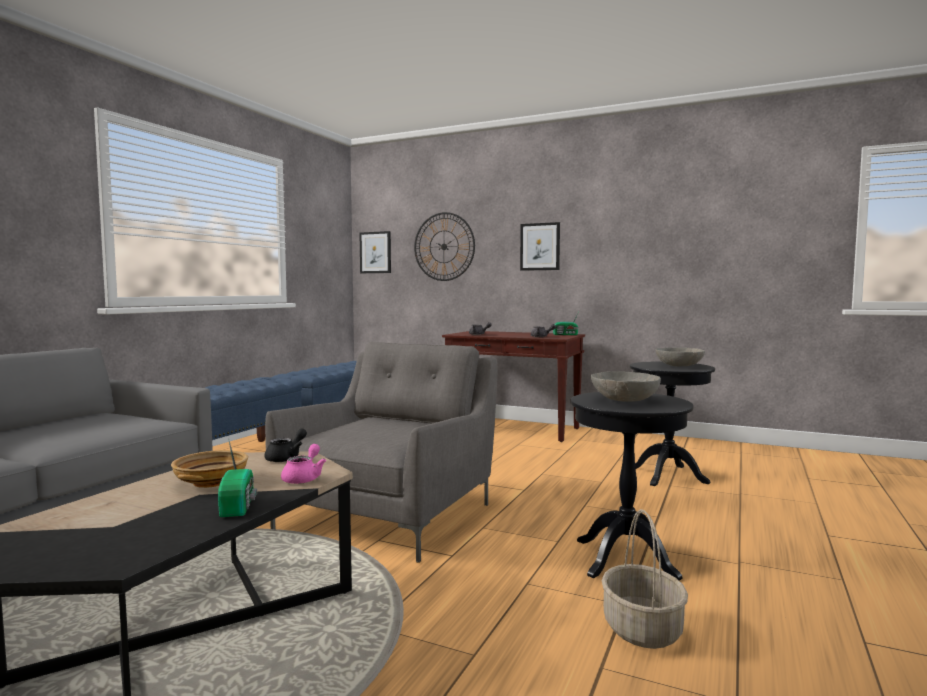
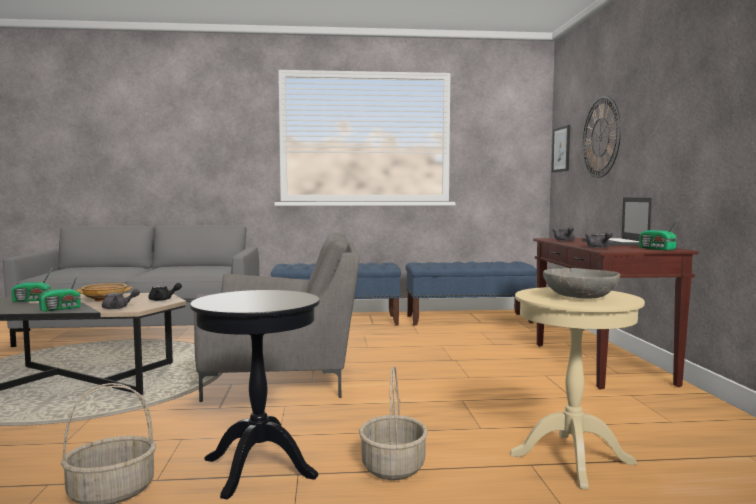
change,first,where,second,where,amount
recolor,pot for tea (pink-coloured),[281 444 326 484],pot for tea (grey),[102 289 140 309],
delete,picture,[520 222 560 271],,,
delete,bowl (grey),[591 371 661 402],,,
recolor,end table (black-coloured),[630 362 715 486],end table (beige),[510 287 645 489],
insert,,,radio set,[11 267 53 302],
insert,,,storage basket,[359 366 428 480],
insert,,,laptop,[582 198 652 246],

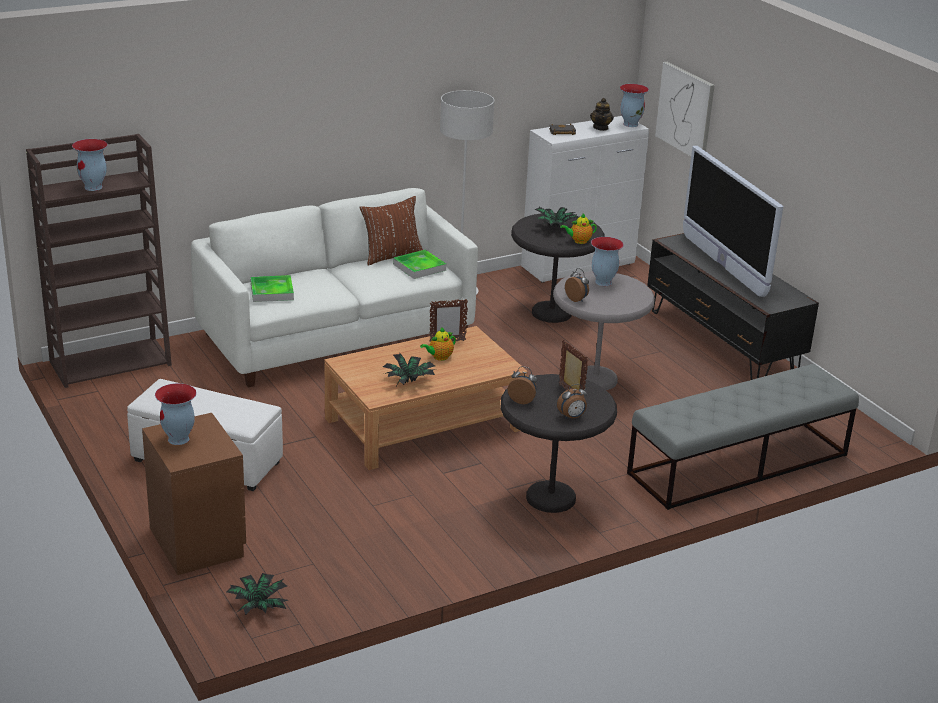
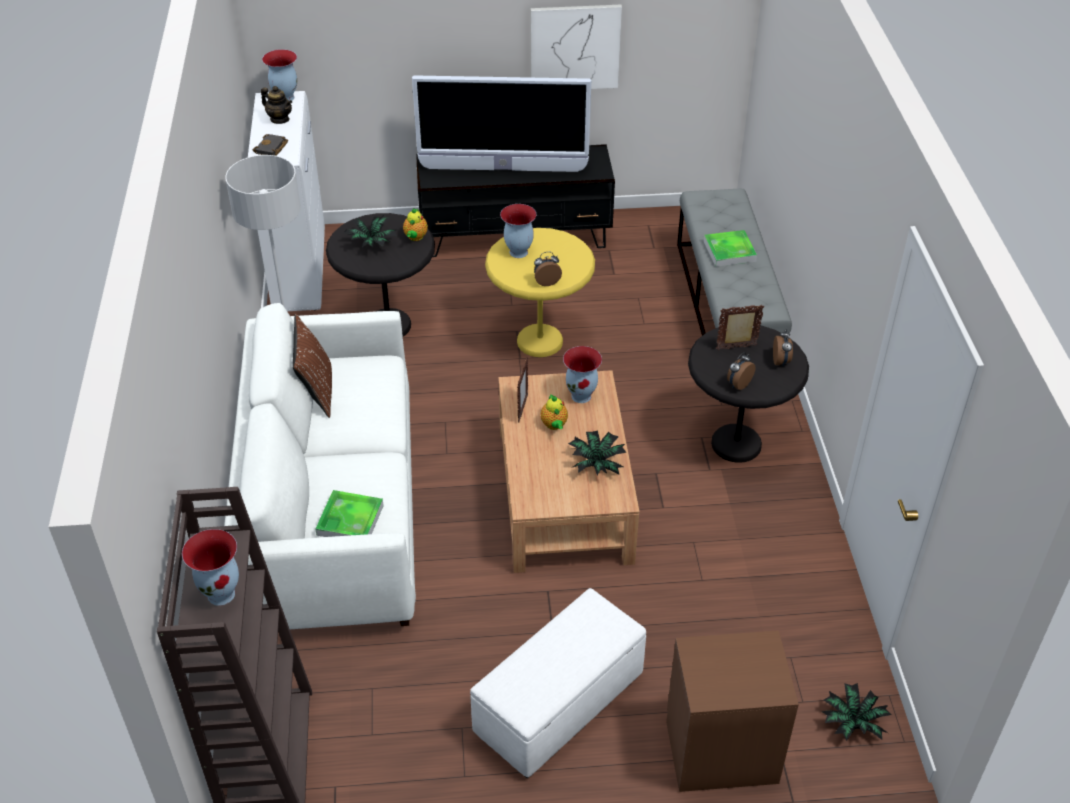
change,first,where,second,where,amount
move,decorative vase,[155 383 197 445],,[563 346 602 403],
move,tray,[393 250 446 279],,[704 230 757 267],
recolor,end table (grey),[553 271 655 390],end table (yellow),[485 228 595 357],
move,picture,[655 62 715 156],,[531 4 622 89],

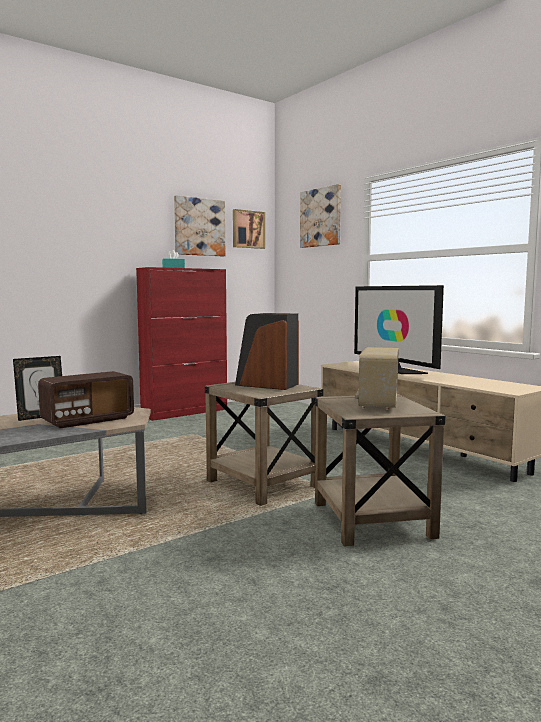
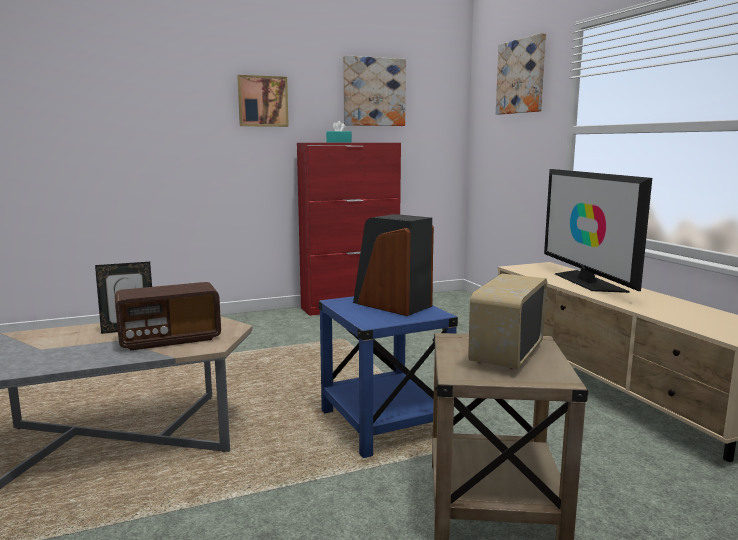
change,first,where,second,where,amount
recolor,end table (beige),[205 382 323 506],end table (bluish),[319 296 458 458],
move,picture,[233 209 265 249],,[237 75 289 127],

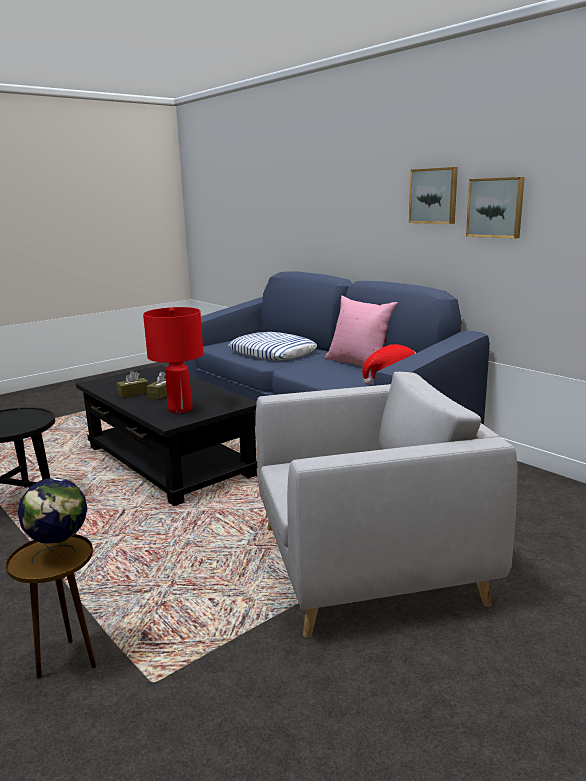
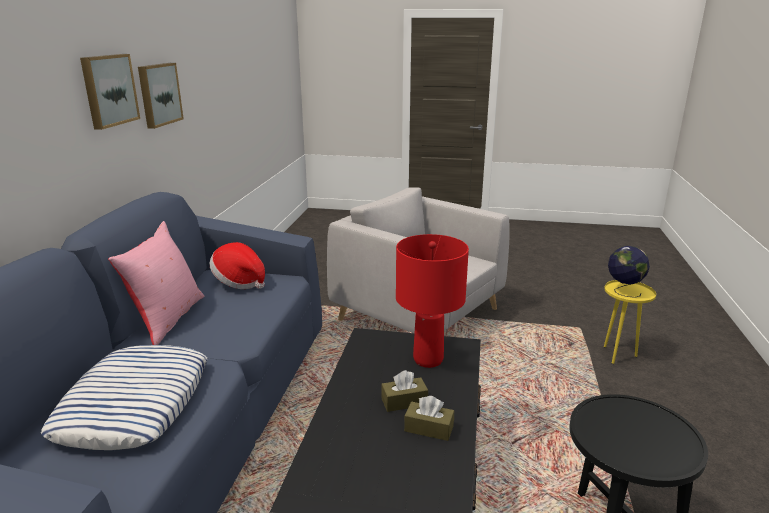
change,first,where,second,where,amount
recolor,end table (brown),[6 534 96 679],end table (yellow),[604 280 656 364],

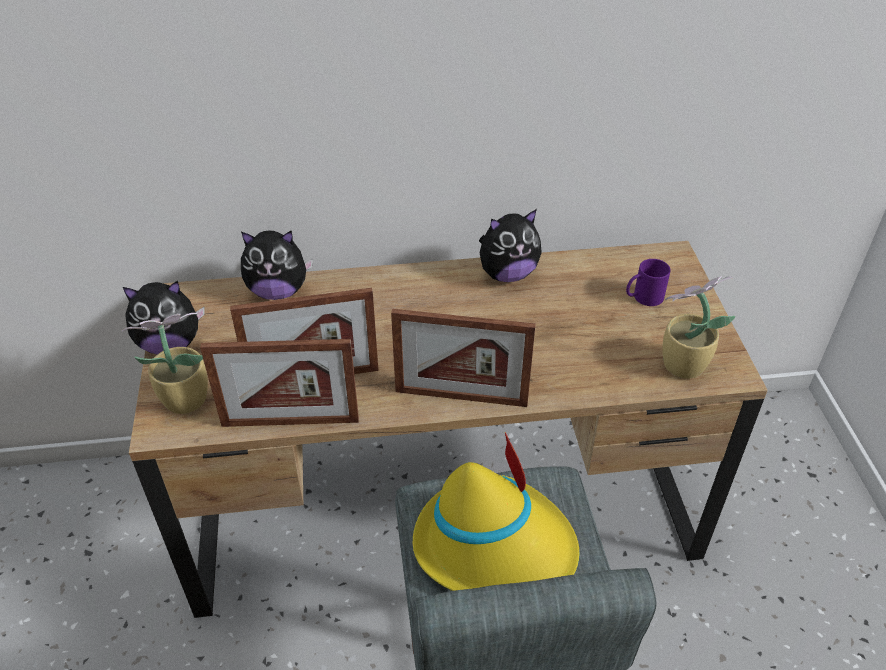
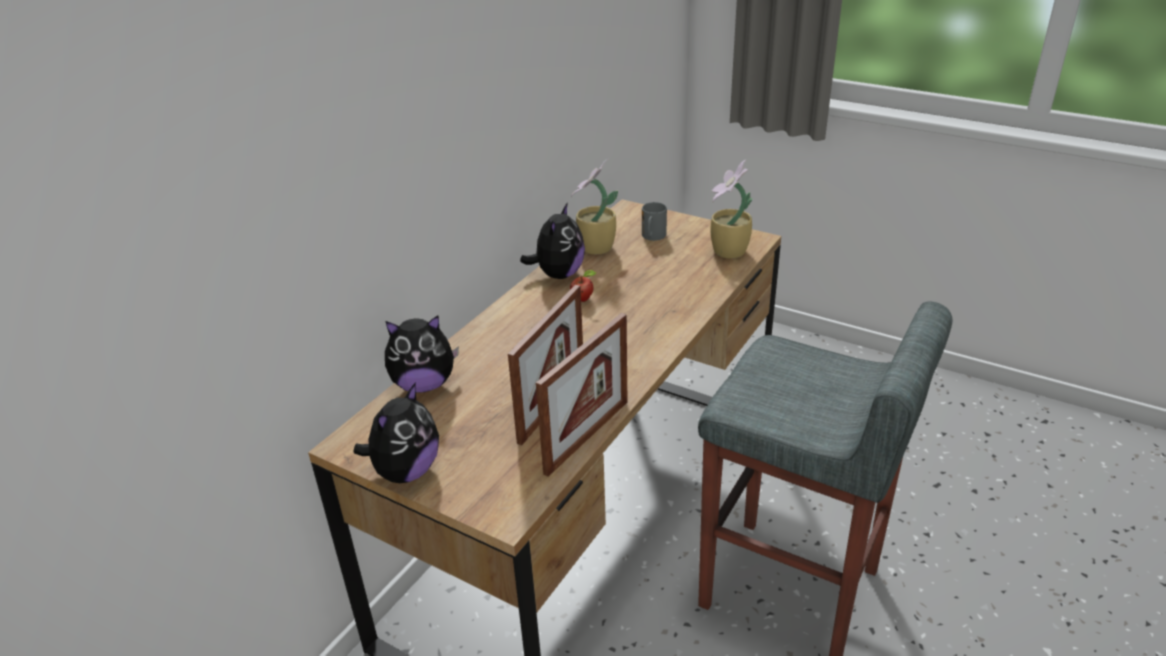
change,first,where,second,where,amount
move,potted plant,[122 313 208 414],,[571 158 618 255],
rotate,plush toy,[241 230 313 300],,[385 315 459 392],45 degrees clockwise
delete,picture frame,[391 309 536 407],,,
delete,clothing hat (yellow),[413 432 579 591],,,
recolor,tea mug (purplish),[626 259 671 306],tea mug (grey),[642 202 667 241],
insert,,,apple,[570 270 597 302],

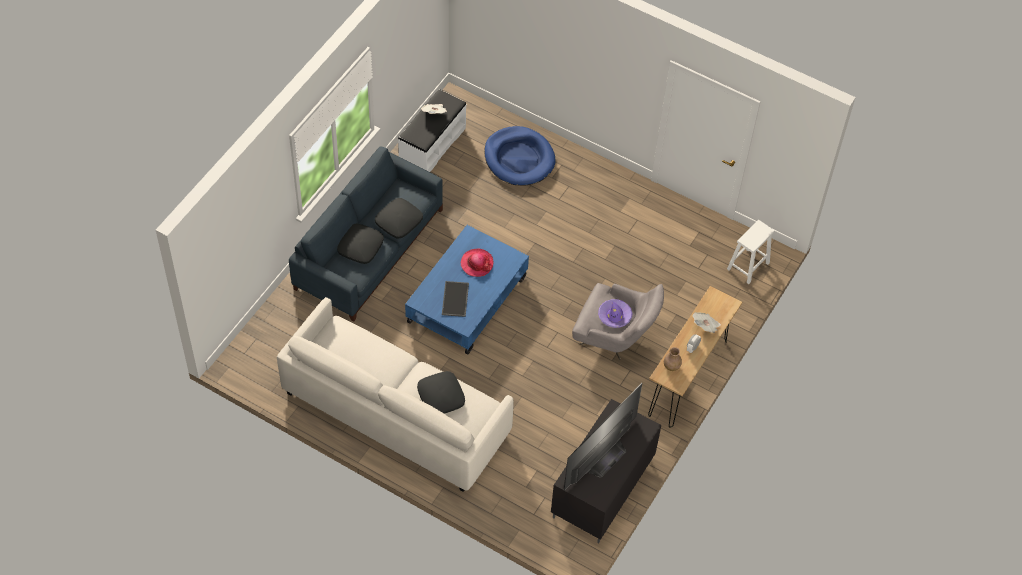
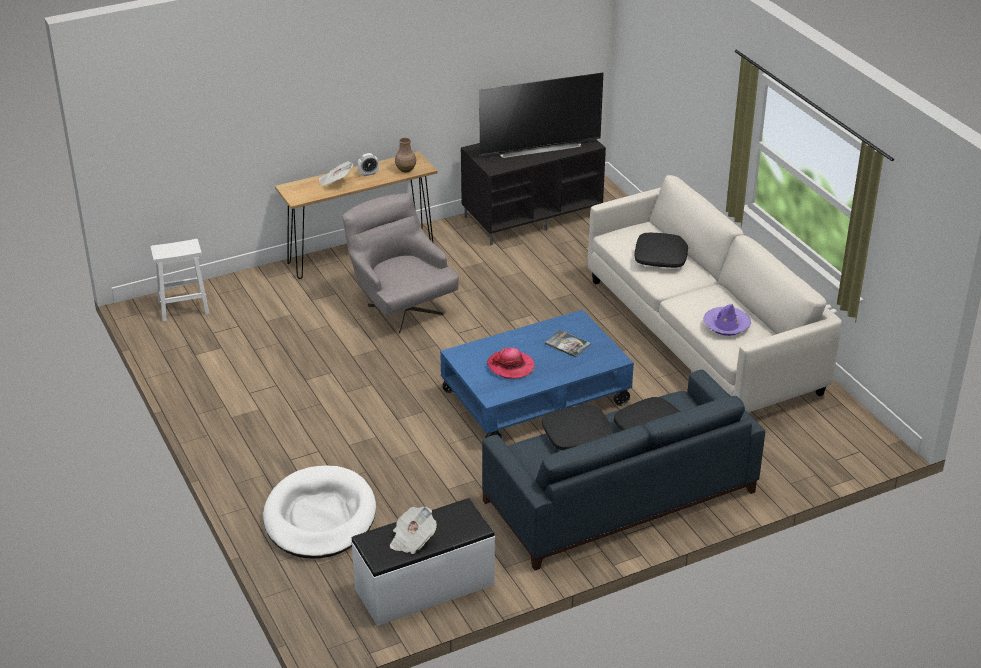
change,first,where,second,where,amount
replace,tray,[442 281 469 317],book,[545 330 591 357],
recolor,dog cushion (bluish),[484 126 556 186],dog cushion (whitish),[263 466 376 559],
move,clothing hat (purplish),[598 299 632 328],,[703 304 751 336],

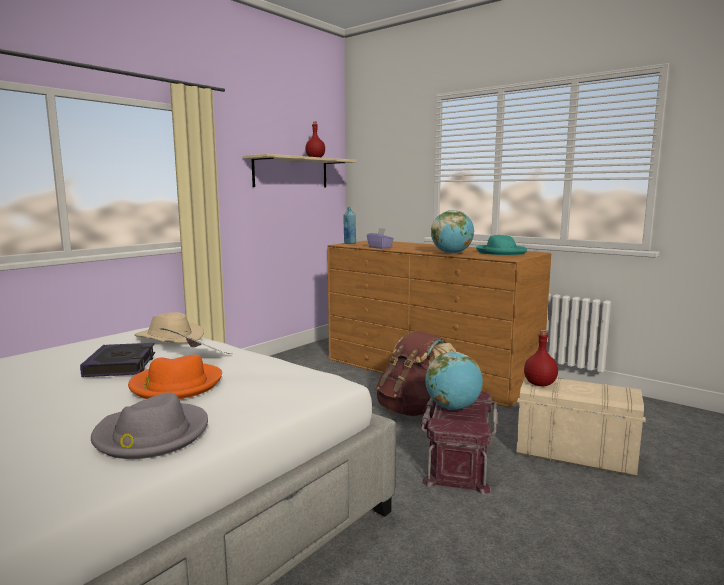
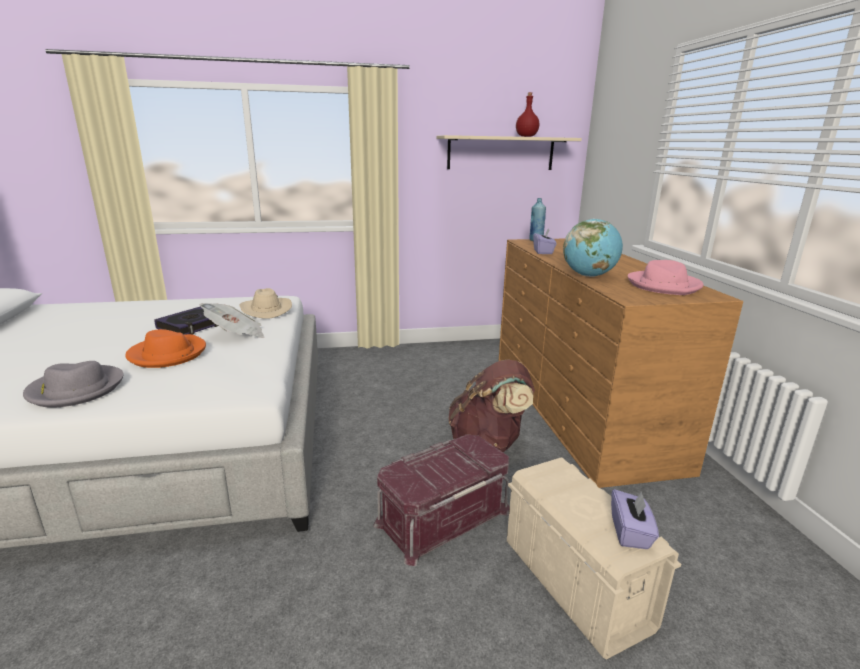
change,first,where,second,where,amount
delete,desk globe,[425 352 483 410],,,
recolor,clothing hat (turquoise),[476 235 527 255],clothing hat (pink-coloured),[627 260 703 295],
delete,drink bottle (red),[524 330 558 386],,,
insert,,,box of tissues (purplish),[611 489 659 549],

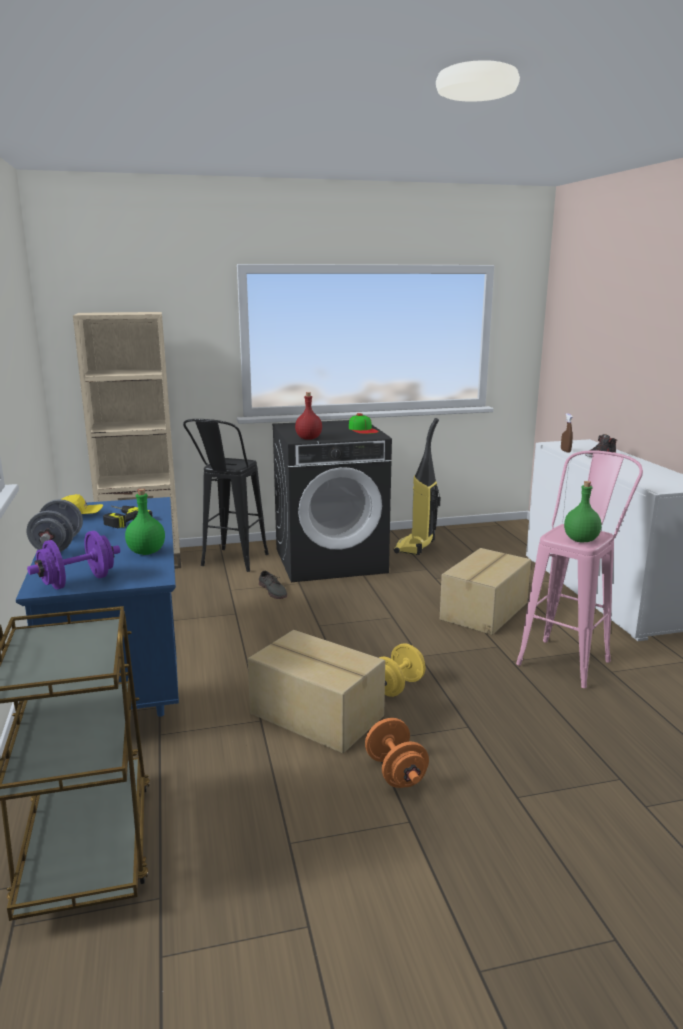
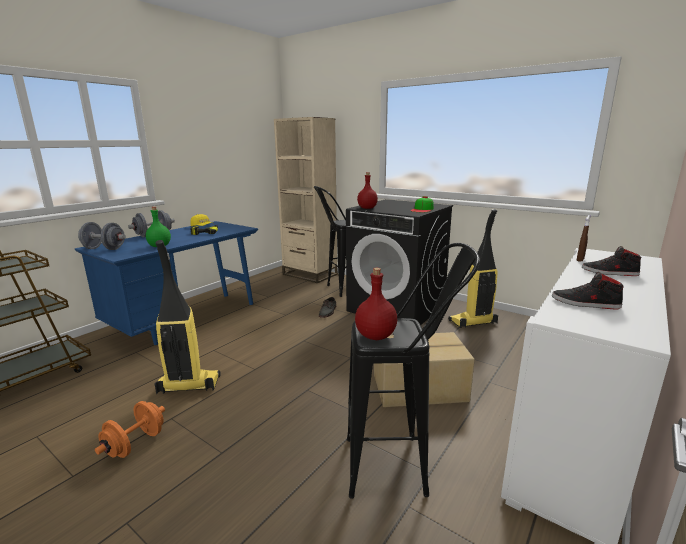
change,first,where,second,where,amount
recolor,dumbbell (purplish),[27 531 120 589],dumbbell (grey),[78 222 126 250],
replace,cardboard box,[248 630 385 753],vacuum cleaner,[155 240 221 394],
delete,dumbbell (yellow),[379 643 426 697],,,
recolor,stool seat (pink-coloured),[516 450 643 688],stool seat (black-coloured),[347 243 480 499],
recolor,drink bottle (green),[564 481 601 542],drink bottle (red),[355 268 397 340],
insert,,,low shoe (black-coloured),[552 272 624 310],

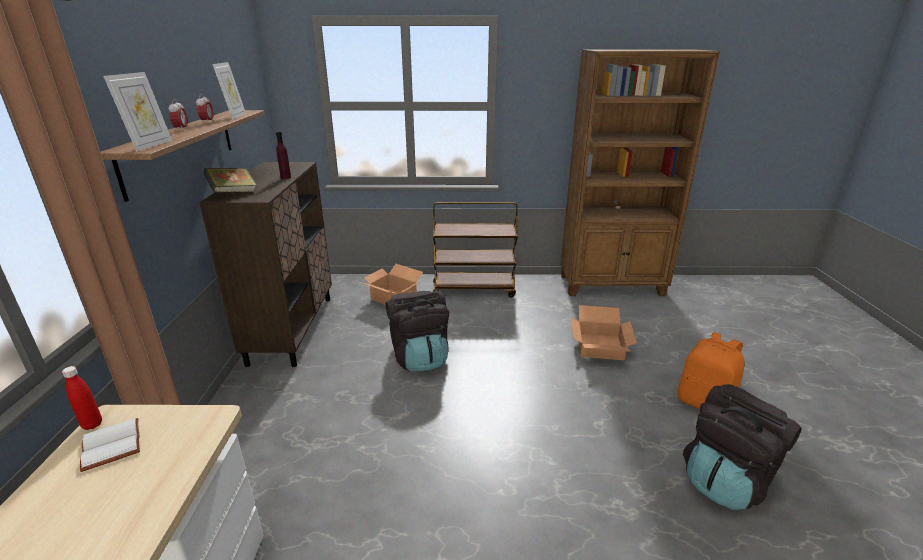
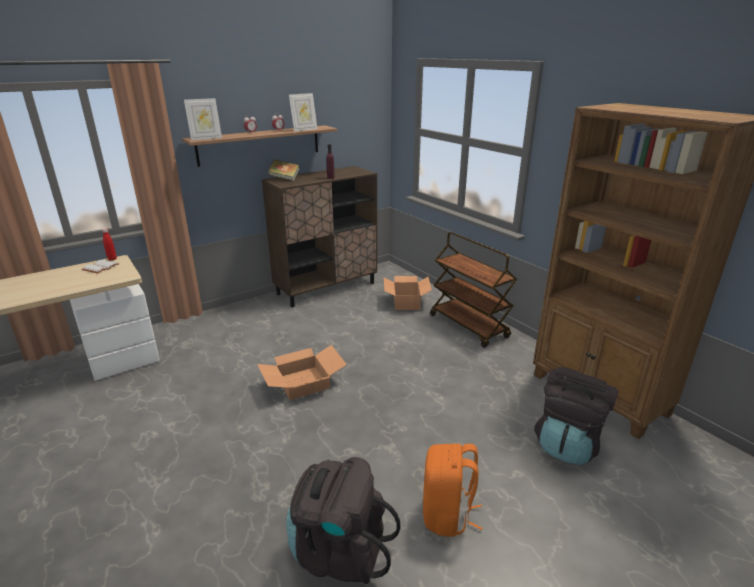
change,first,where,second,where,amount
move,backpack (black-coloured),[386 291 449 371],,[534 367 618 465],
move,cardboard box,[571 305 637 360],,[257 345 347 400],

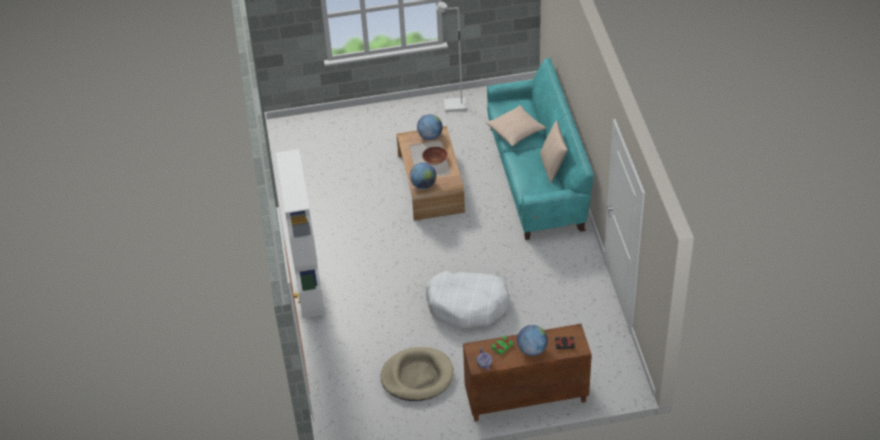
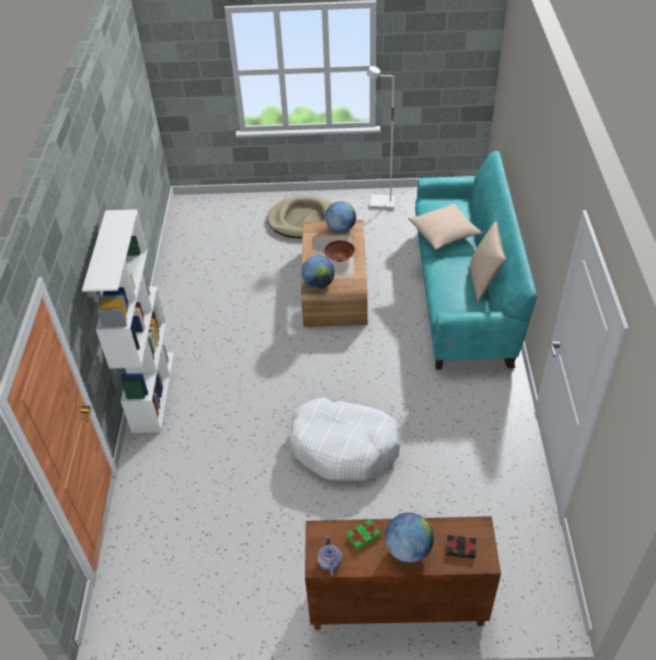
change,first,where,second,where,amount
move,dog cushion (beige),[381 347 454 401],,[267 195 333 239],

